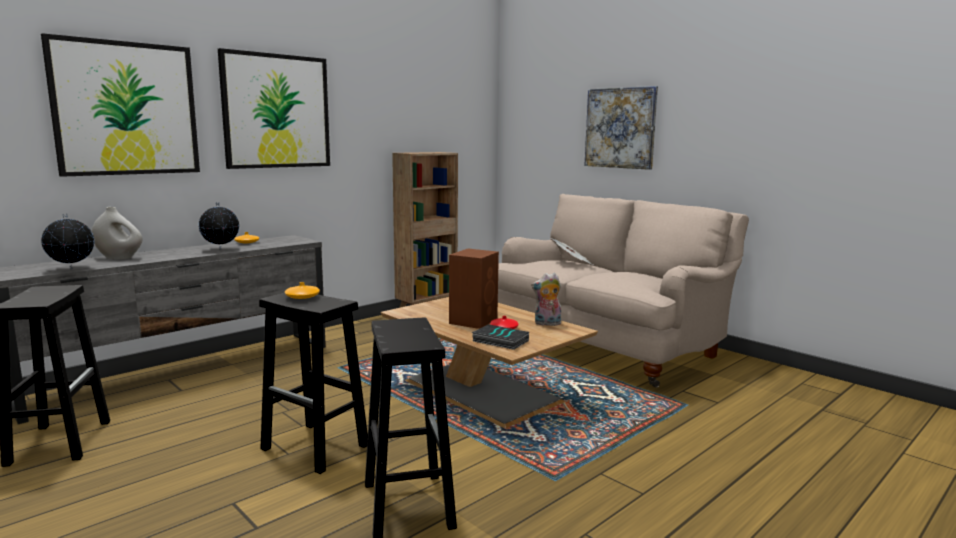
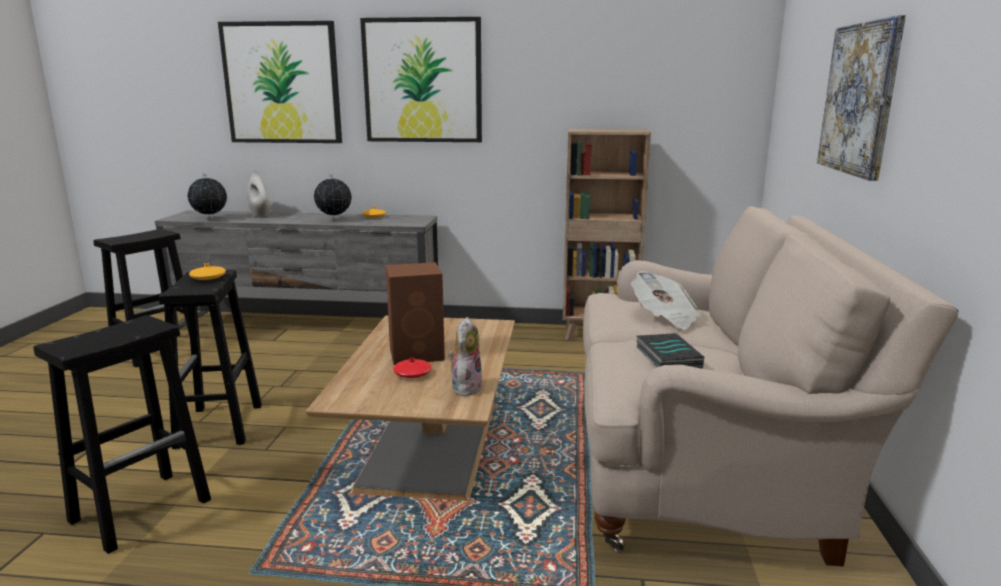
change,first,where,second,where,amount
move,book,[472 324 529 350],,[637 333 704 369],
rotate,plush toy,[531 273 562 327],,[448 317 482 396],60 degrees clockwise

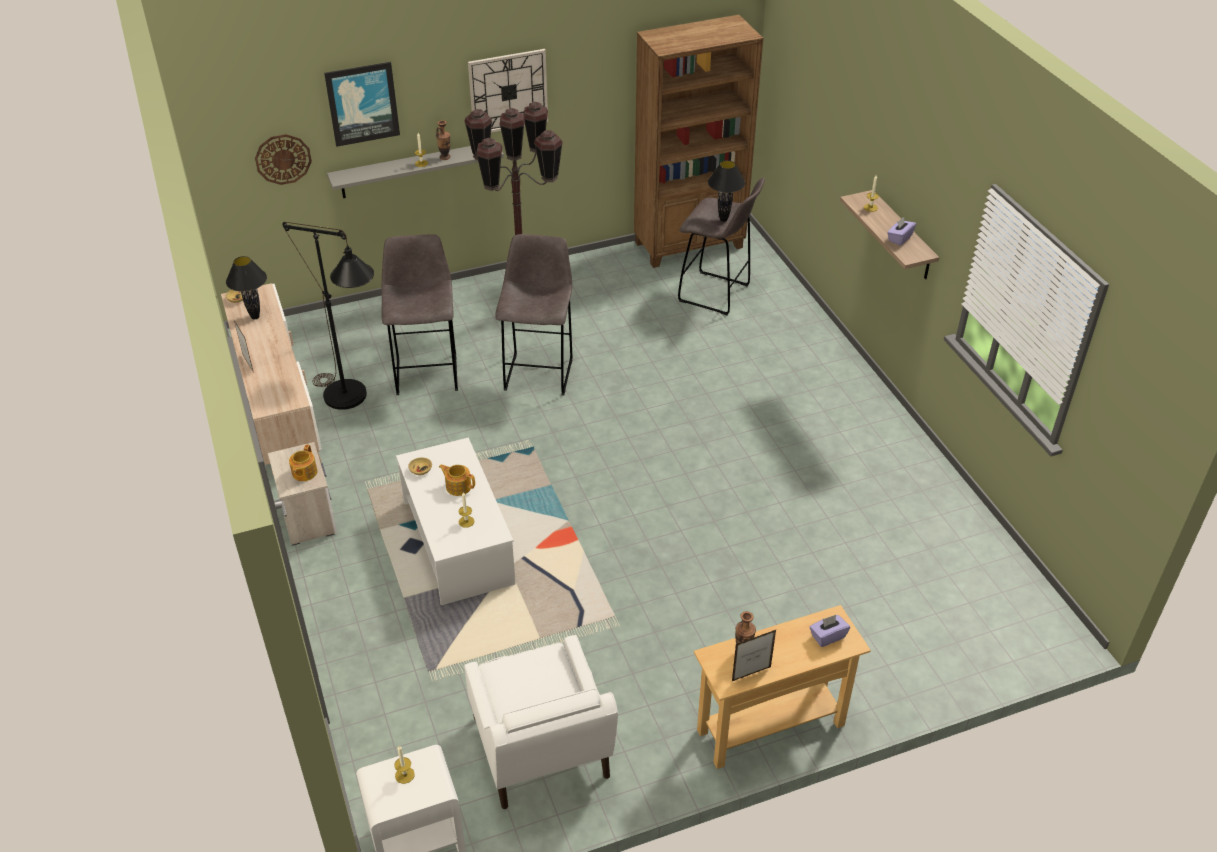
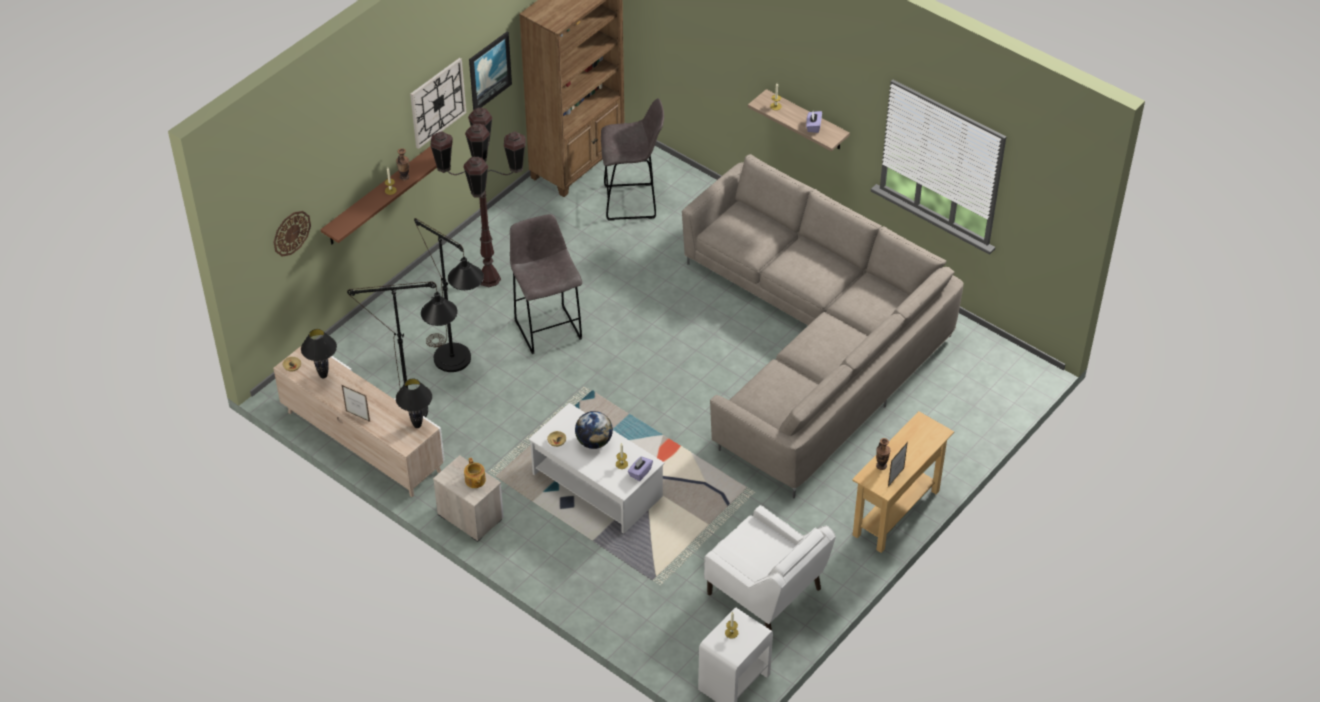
change,first,where,second,where,amount
move,picture,[324 62 400 147],,[469 32 512 110],
recolor,wall shelf (grey),[327 141 504 198],wall shelf (brown),[320 147 437 244],
replace,stool seat (grey),[381 234 458 395],standing lamp (black-coloured),[414 218 484 372],
replace,pot for tea,[439 464 475 496],desk globe,[575 411 613 449],
move,tabletop lamp (black-coloured),[708 160 745 222],,[396 379 432 428],
move,box of tissues (purplish),[810 615 850 647],,[628 456 653 481],
insert,,,sofa (beige),[682 154 964 498],

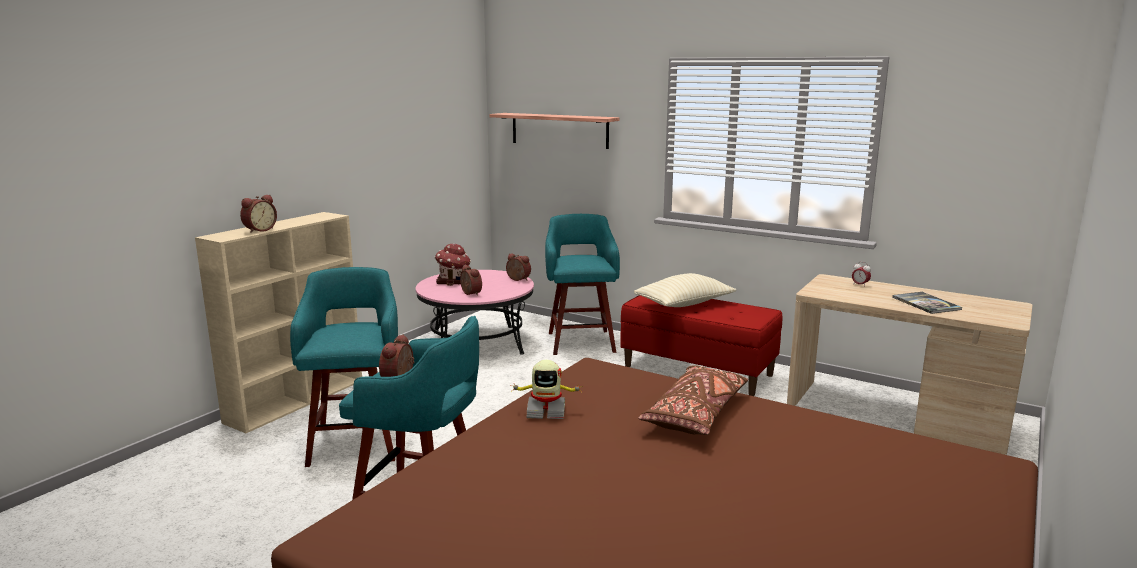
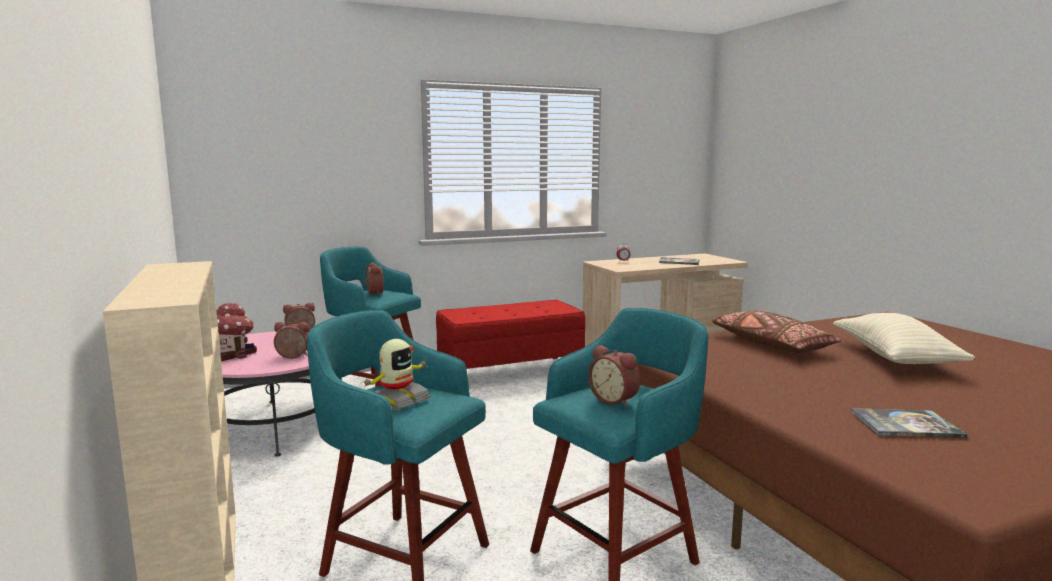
change,first,where,second,where,amount
move,table clock,[240 195 277 233],,[365 263 384 296],
delete,wall shelf,[489 113 620 149],,,
move,robot figure,[510 360 582 419],,[364 339 431 410],
move,cushion (beige),[634 273 736 307],,[833 313 975 364],
insert,,,book,[851 408 968 438],

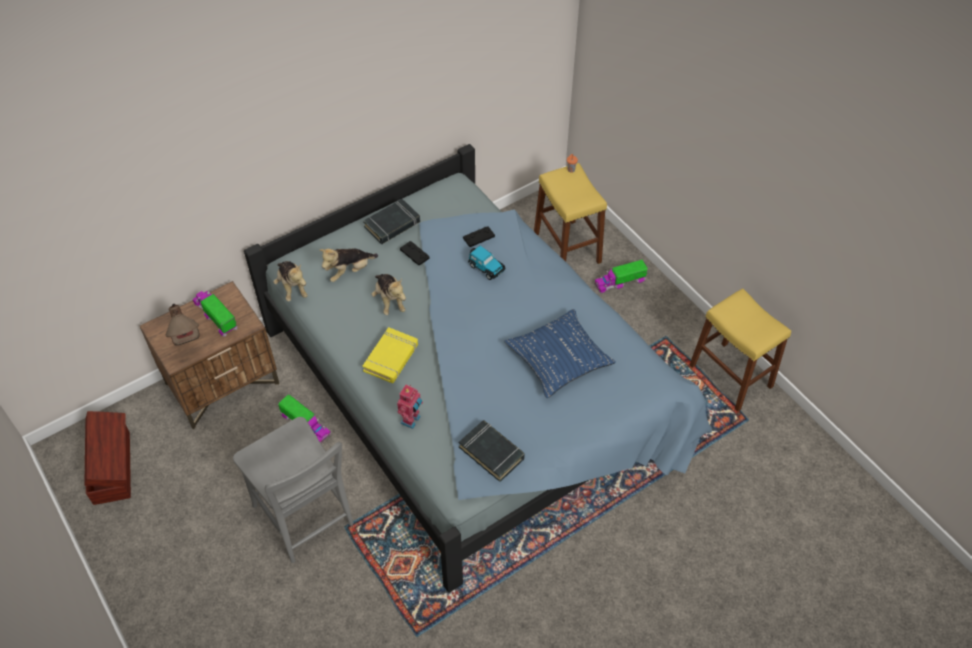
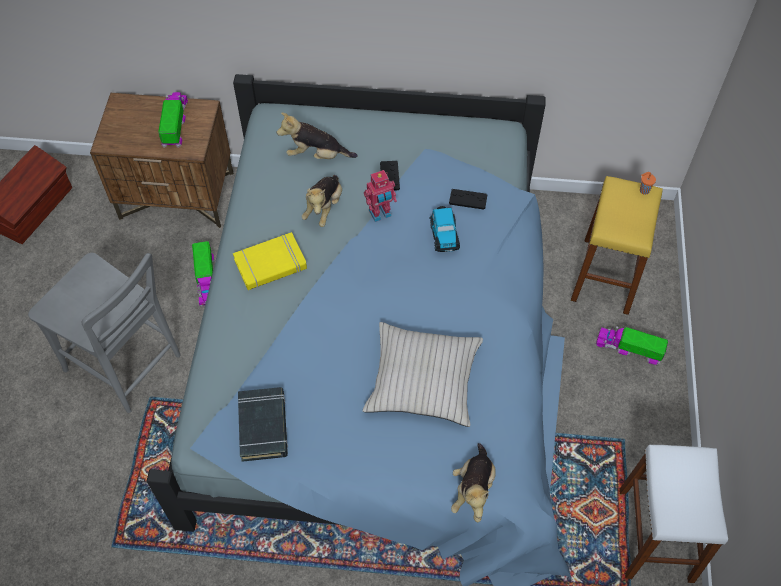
change,first,where,second,where,amount
delete,tabletop lamp,[166 304 200 346],,,
rotate,plain chair (grey),[233 417 353 563],,[28 253 181 413],60 degrees counterclockwise
move,plush toy,[273 261 308 302],,[451 443 496 523],
delete,book (black-coloured),[363 199 420 244],,,
move,robot figure,[397 384 423 429],,[364 170 397 222],
recolor,cushion (bluish),[504 309 616 398],cushion (beige),[363 322 483 427],
recolor,stool seat (yellow),[689 288 791 412],stool seat (whitish),[619 445 728 583],

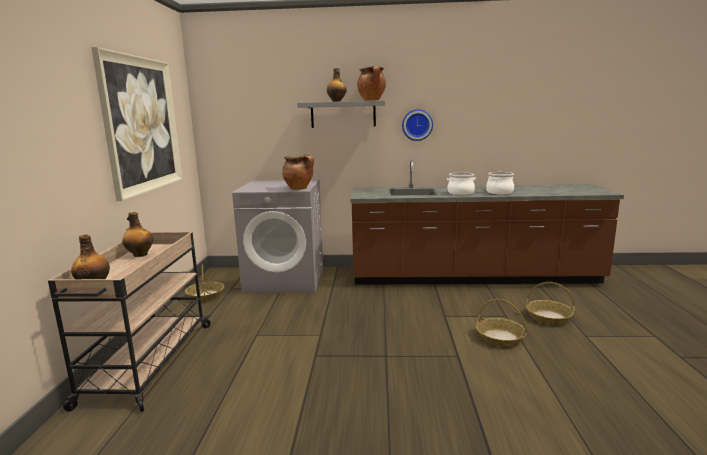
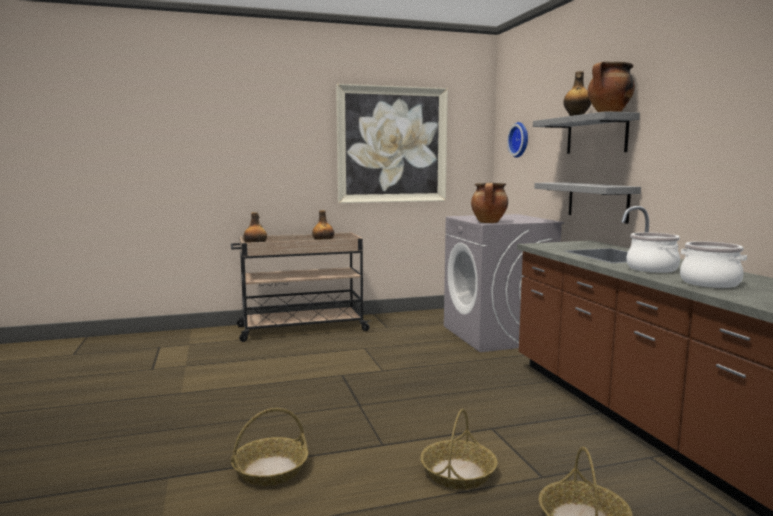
change,first,where,second,where,amount
move,storage basket,[185 264 224 301],,[231 408 308 486],
move,clock on the wall,[402 109 433 141],,[507 122 528 158],
insert,,,wall shelf (grey),[534 182 641 224],

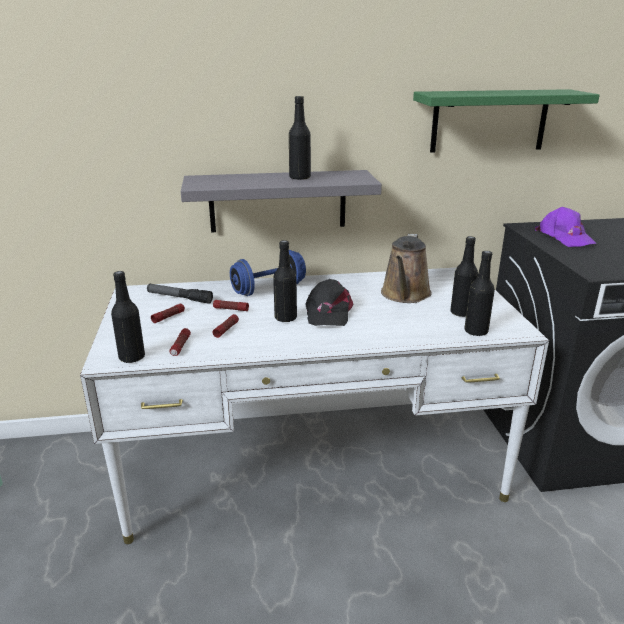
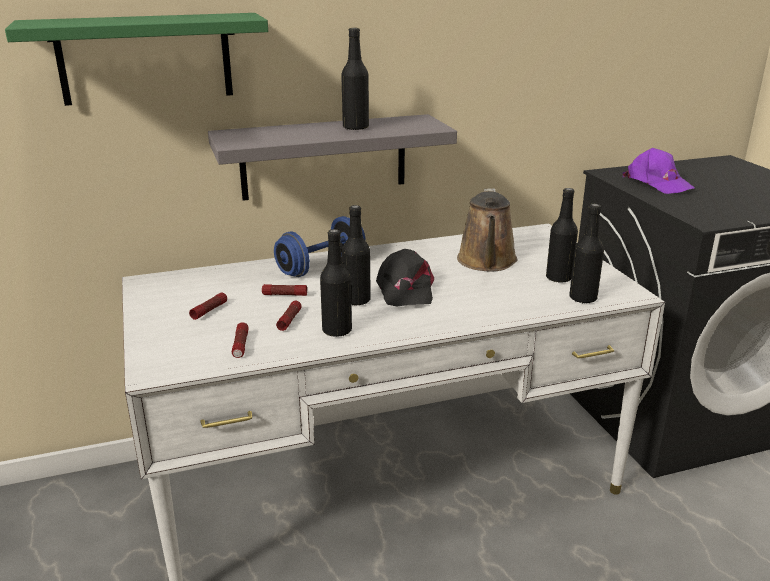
change,first,where,second,where,amount
move,drink bottle (black-coloured),[111 271 145 363],,[320 229 352 337],
delete,hand torch,[147 284 213 304],,,
move,wall shelf (green),[413 89 600 153],,[5 13 268 106],

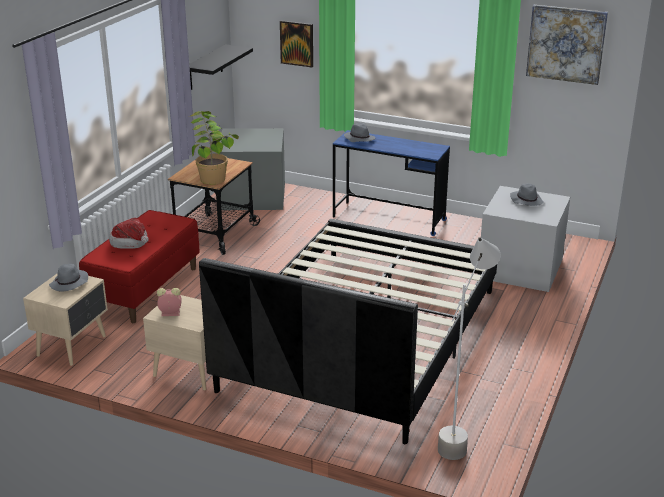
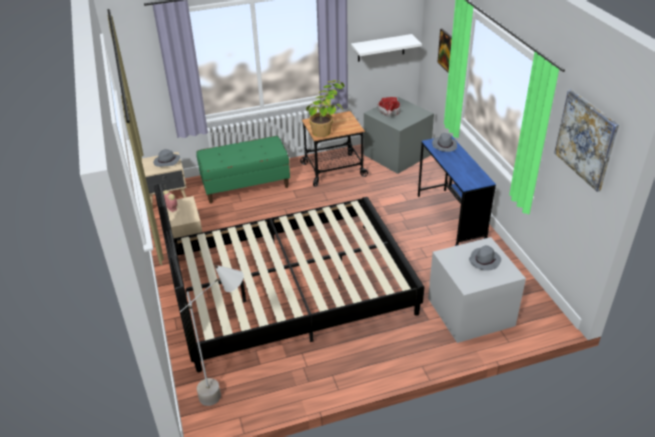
change,first,where,second,where,amount
recolor,bench (red),[79 210 200 323],bench (green),[196 136 290 203],
move,clothing hat,[109 217 149 249],,[377 97 401 117],
recolor,wall shelf (black-coloured),[189 44 253 90],wall shelf (whitish),[351 34 422 62],

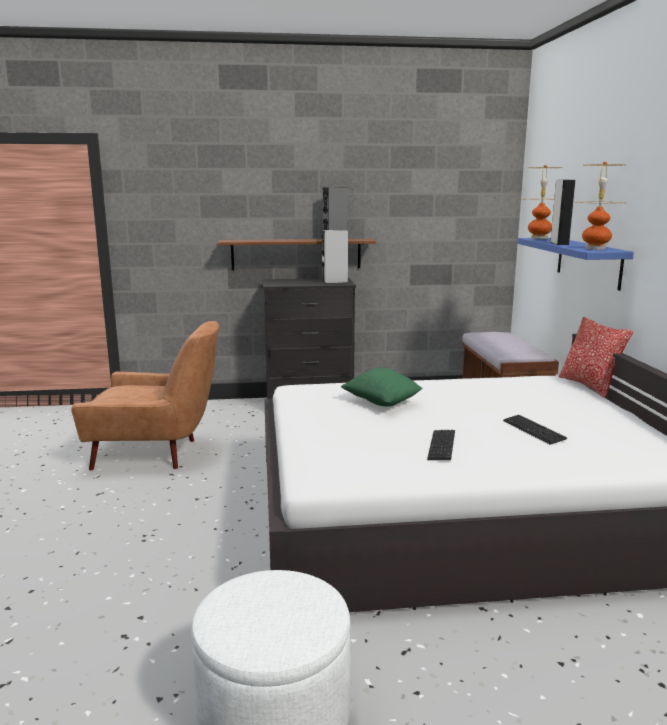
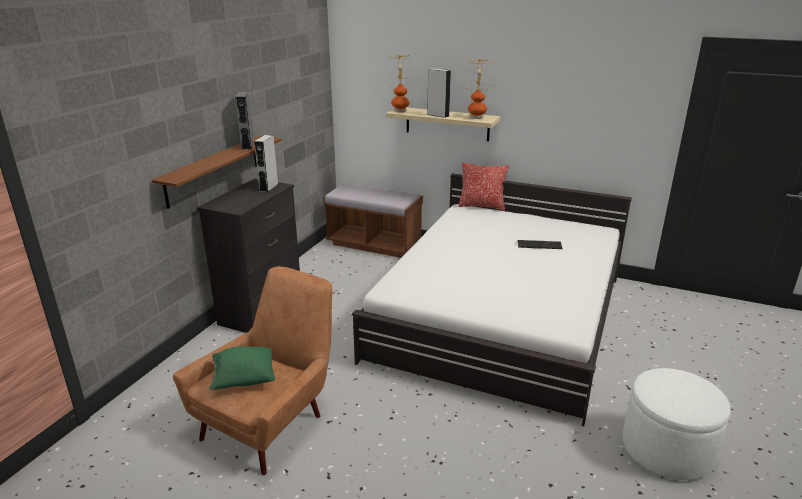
change,first,where,second,where,amount
move,cushion (green),[341 368 423 407],,[209 347 276 390],
delete,keyboard,[427 430 455 460],,,
recolor,wall shelf (bluish),[518 238 634 291],wall shelf (beige),[386 107 500 141],

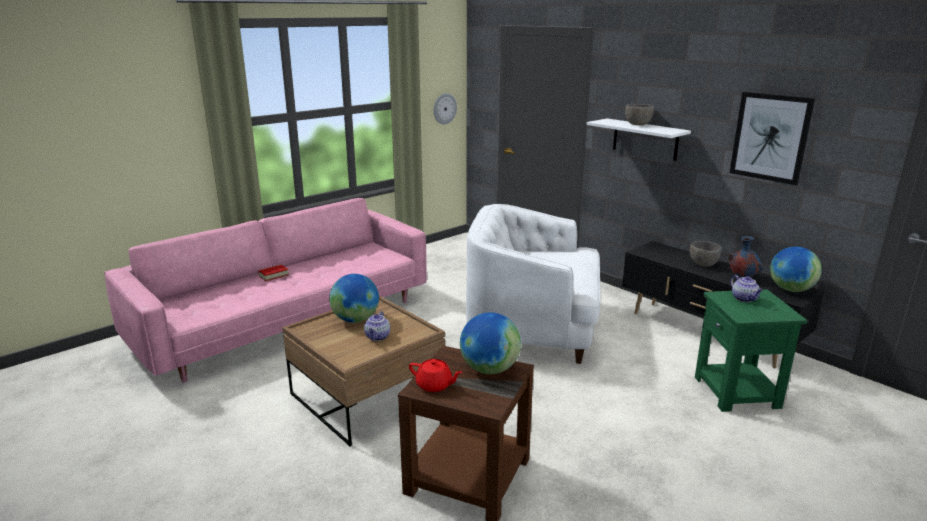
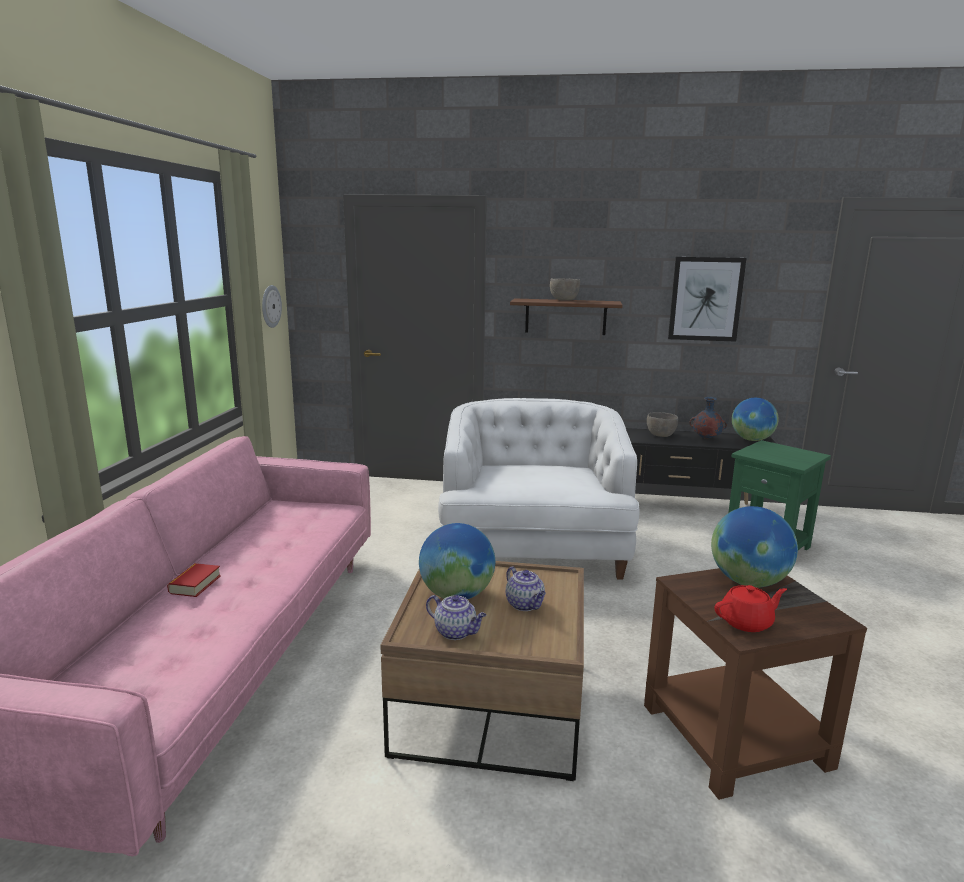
change,first,where,second,where,amount
rotate,lounge chair (whitish),[466 204 601 364],,[438 398 640 580],120 degrees clockwise
recolor,wall shelf (whitish),[586 118 691 161],wall shelf (brown),[510 298 623 335],
move,pot for tea,[731 275 763 302],,[426 595 486 640],

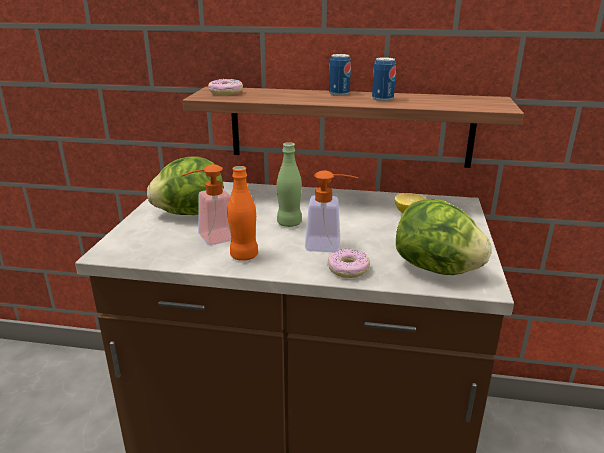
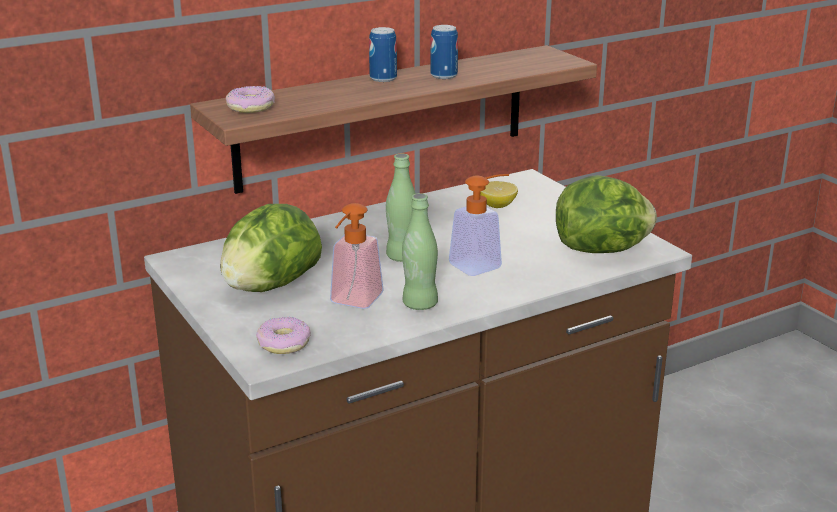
change,first,where,second,where,amount
recolor,drink bottle (orangey),[227 166 258 261],drink bottle (green),[402 193 438 310],
move,ring doughnut,[327 249 370 278],,[256 317 311 354],

